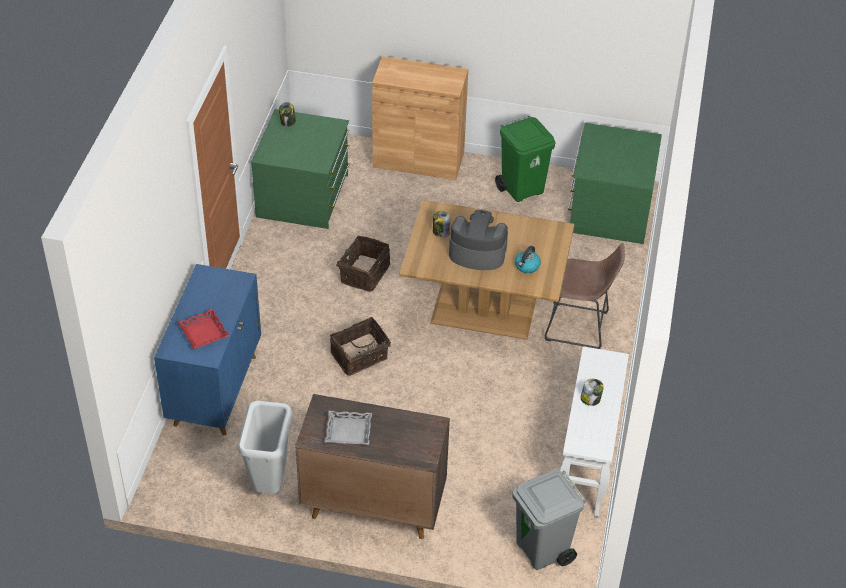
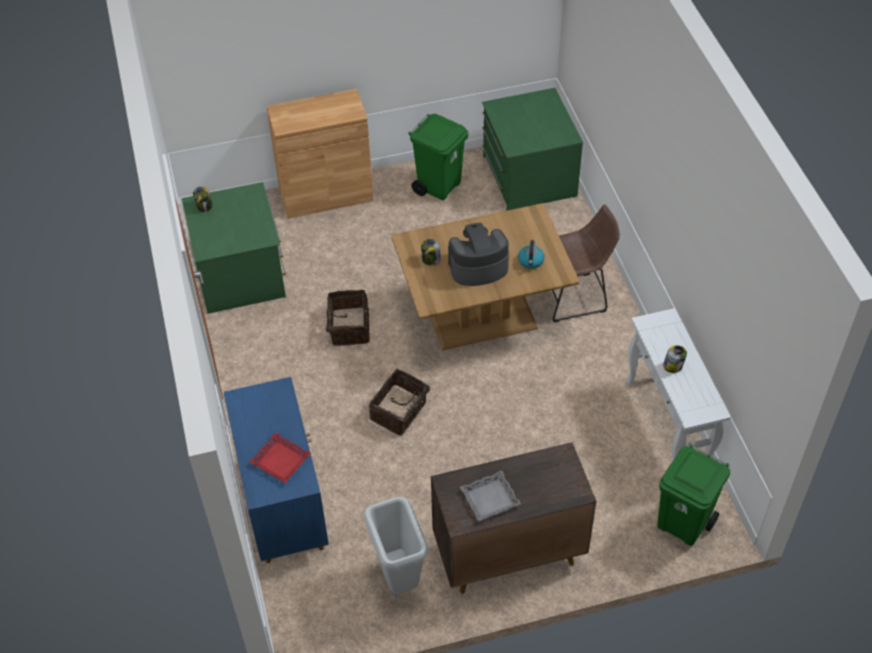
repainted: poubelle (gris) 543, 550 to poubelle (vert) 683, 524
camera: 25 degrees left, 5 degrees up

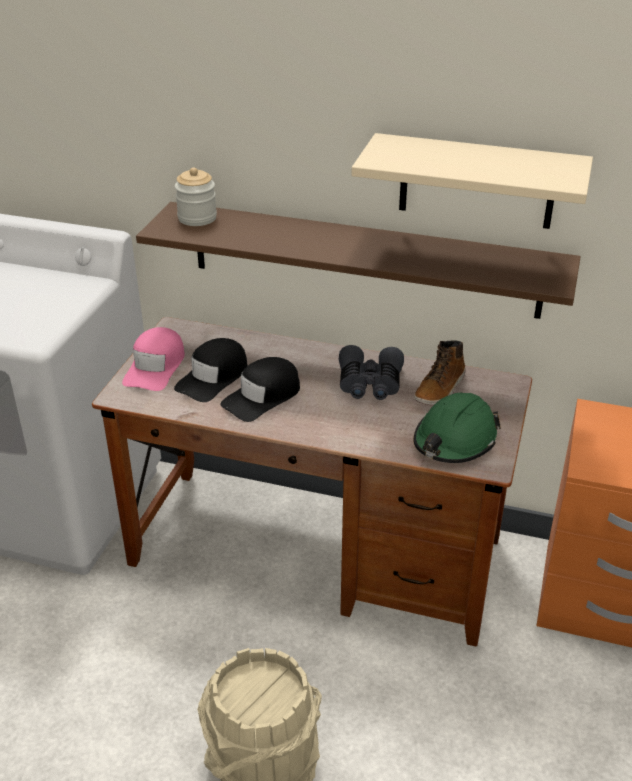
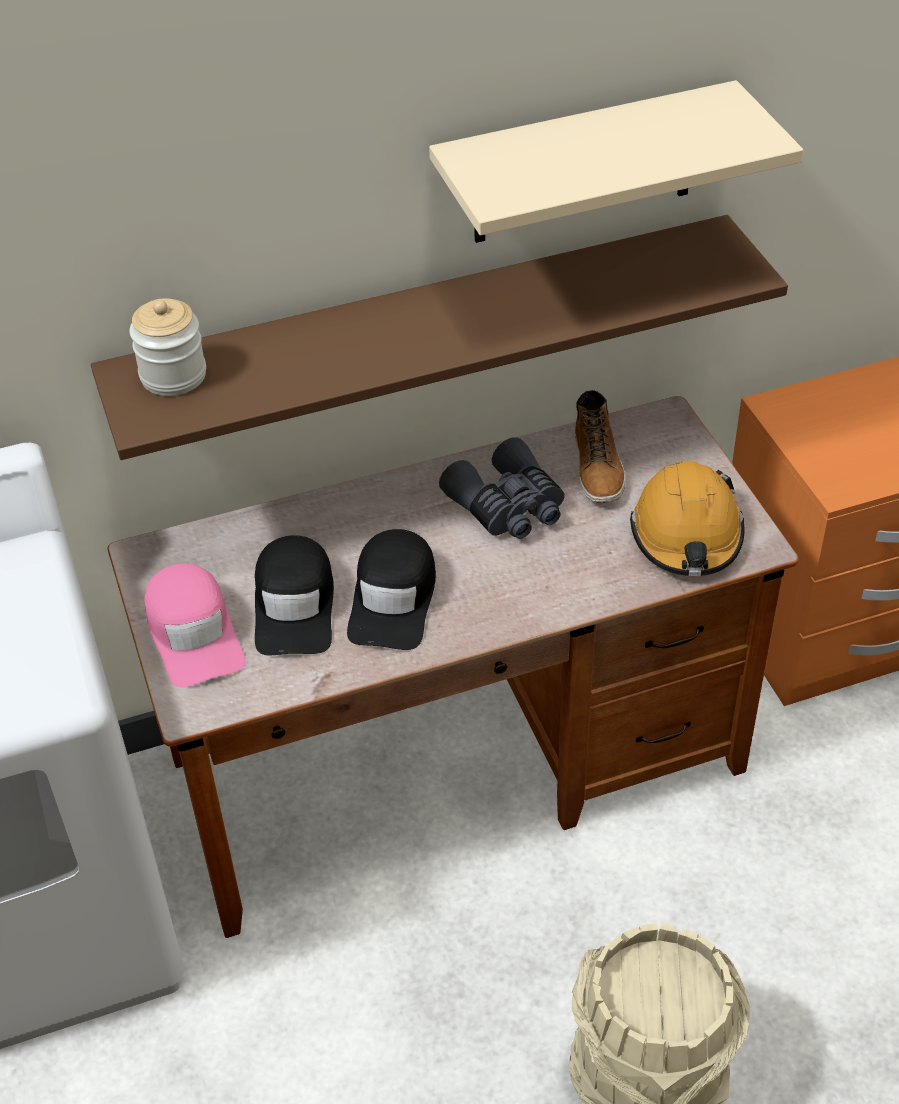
repainted: casque de chantier (vert) 454, 441 to casque de chantier (orange) 687, 534
camera: 35 degrees left, 10 degrees up

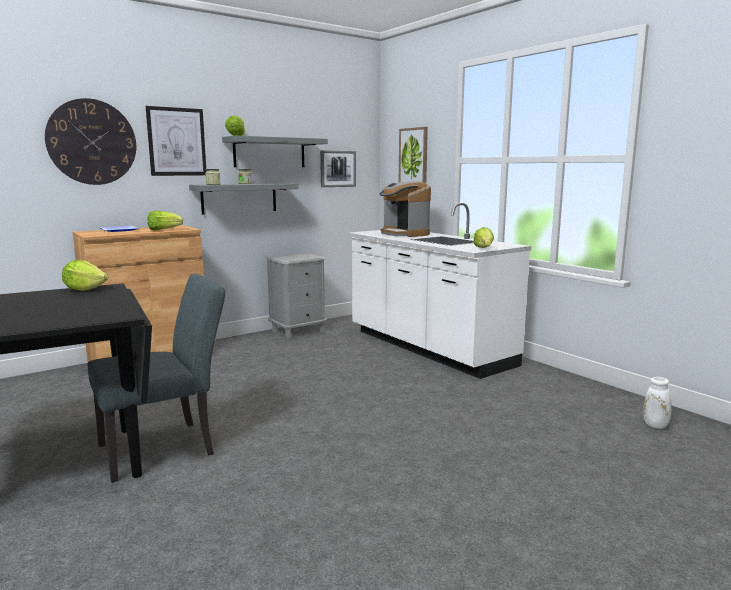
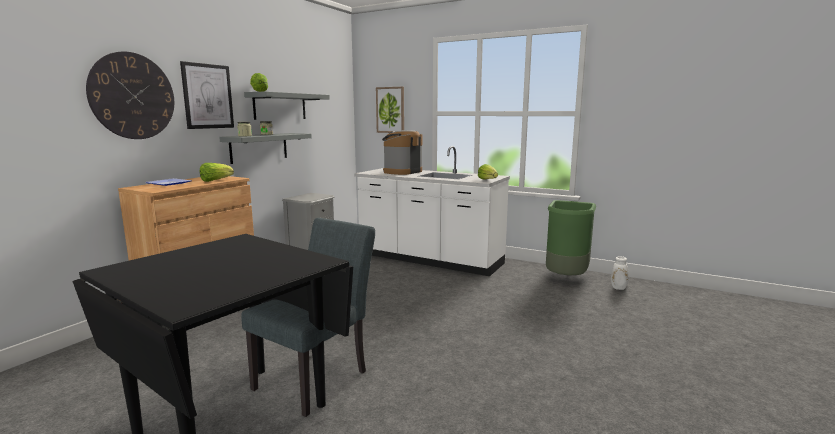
gone: laitue 84, 289; tableau 337, 169
new: poubelle (vert) 566, 278
rotated: machine à café 404, 234 = 402, 172 90 degrees clockwise
camera: 25 degrees left, 0 degrees up

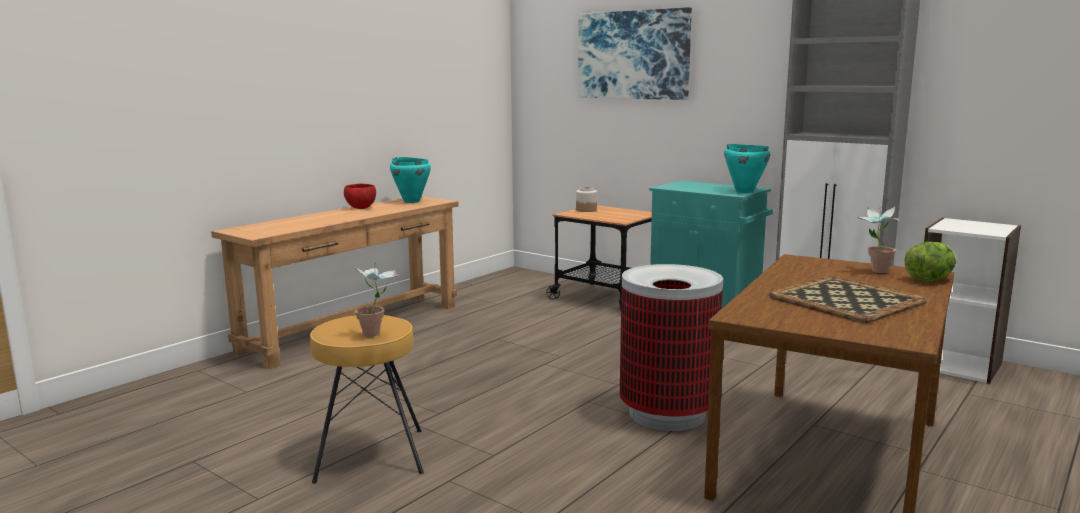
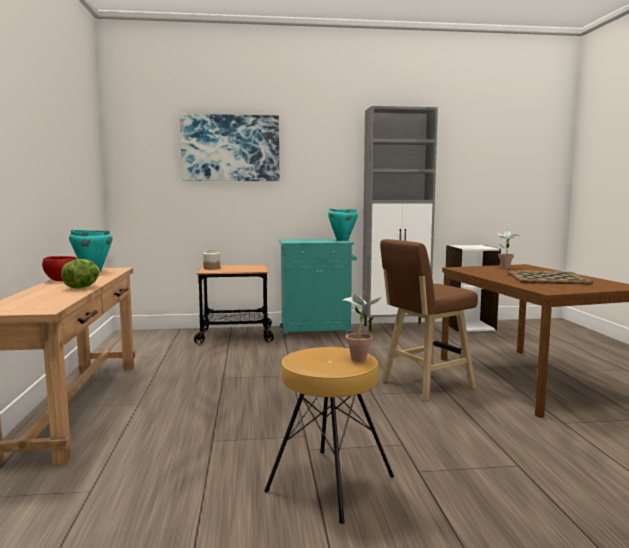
shifted: laitue 929, 280 to 82, 287
swapped: poubelle 666, 413 to tabouret (marron) 424, 385
camera: 45 degrees left, 5 degrees down

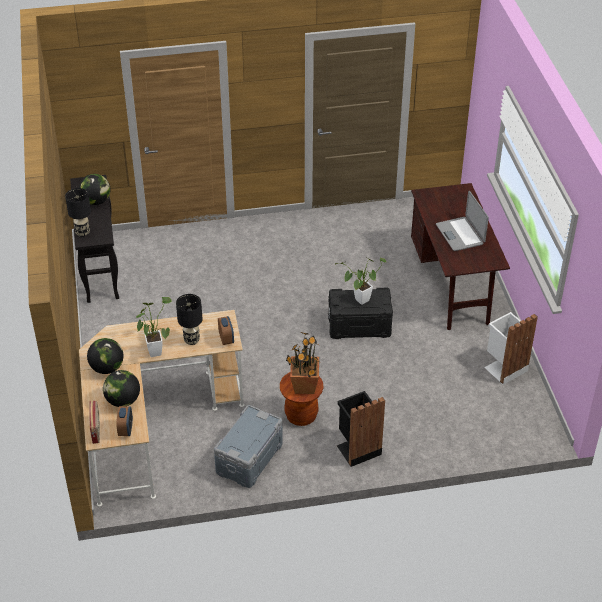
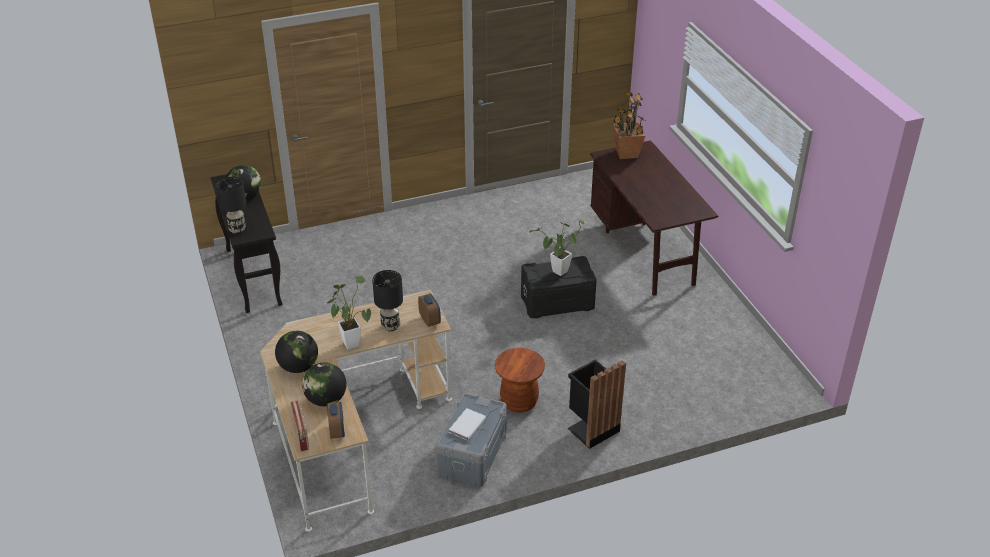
gone: ordinateur portable 460, 234; poubelle (blanc) 504, 368
new: livre (blanc) 466, 425
shifted: plante en pot 304, 386 to 626, 153
camera: 10 degrees left, 5 degrees down

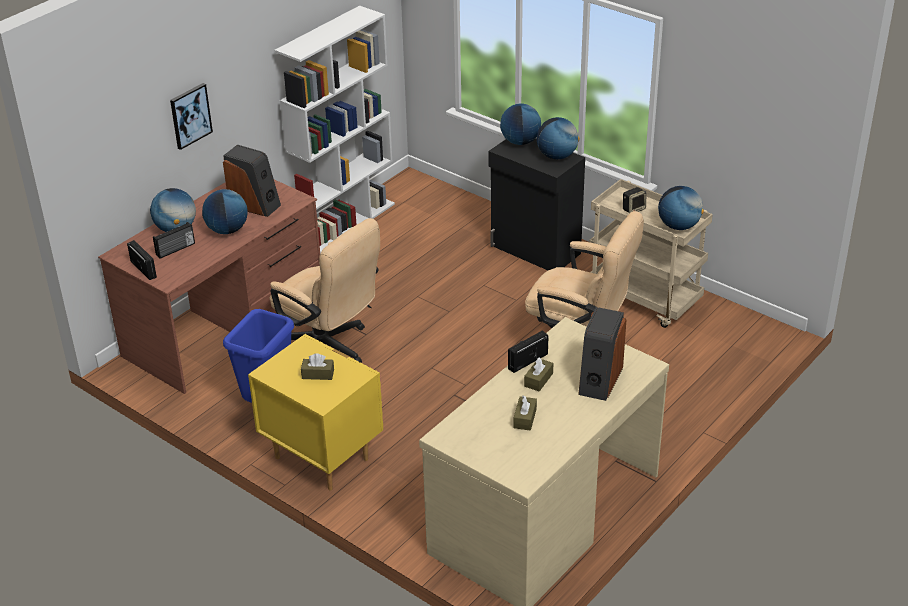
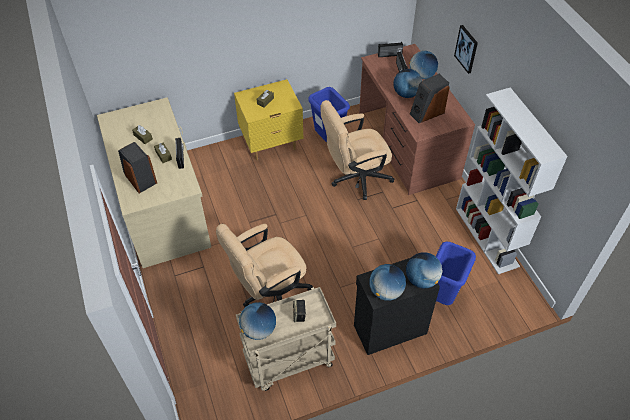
new: poubelle (bleu) 443, 297
camera: 120 degrees right, 15 degrees up

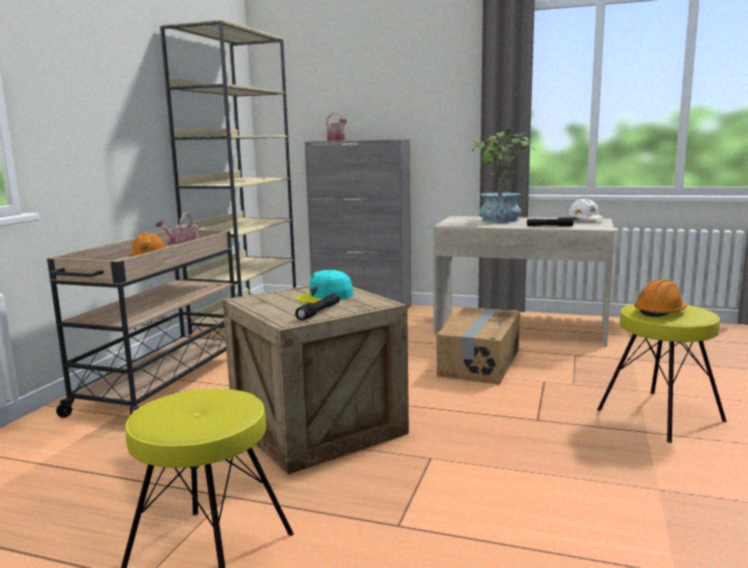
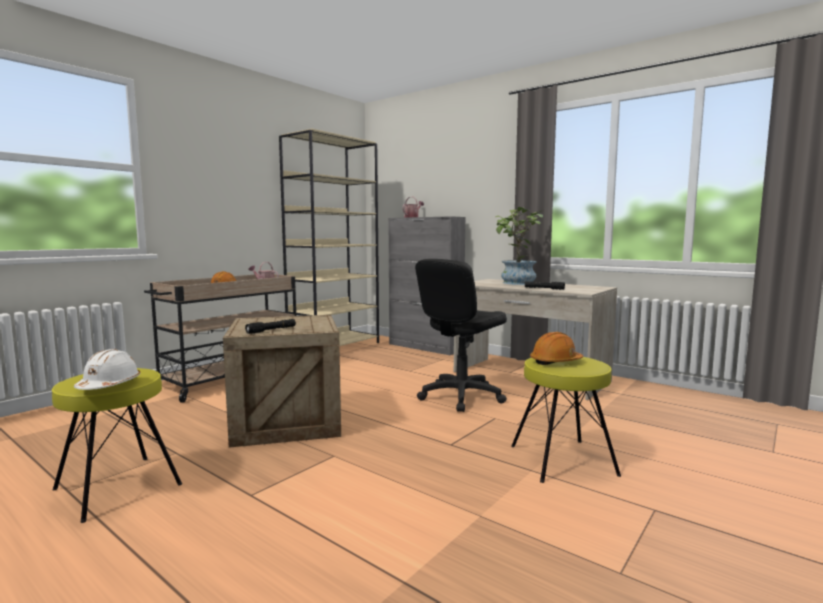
gone: casquette (turquoise) 325, 296
shifted: casque de chantier (blanc) 584, 221 to 109, 385
swapped: carton 478, 362 to chaise de bureau (noir) 461, 396
camera: 20 degrees right, 5 degrees down

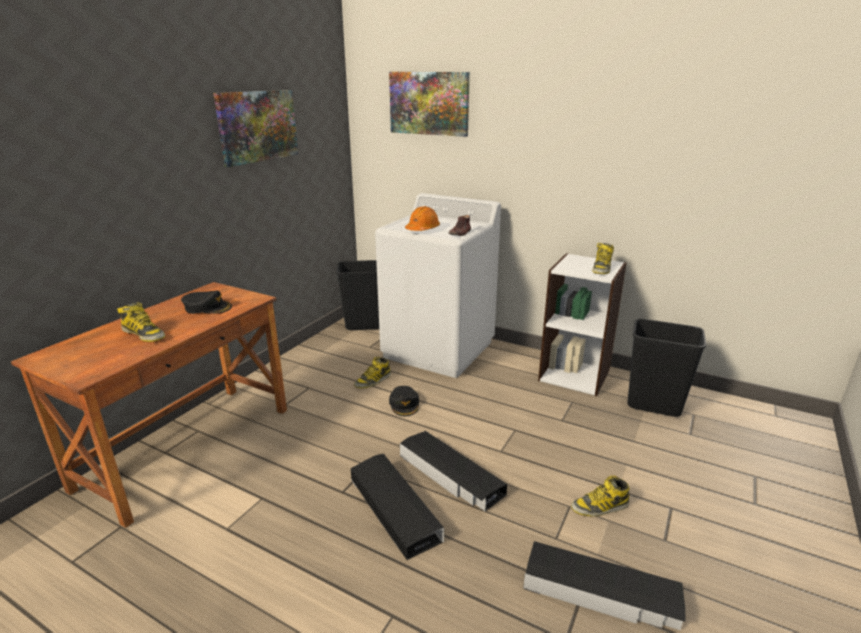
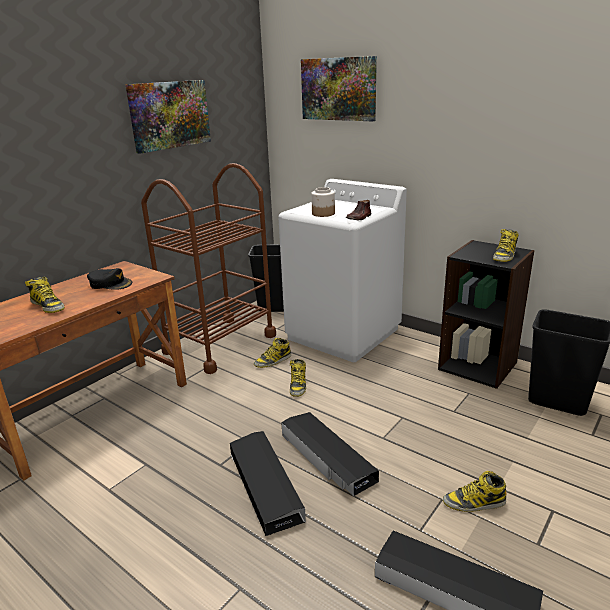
new: chariot (marron) 220, 344
swapped: casquette (noir) 404, 404 to botte 298, 385; casque de chantier (orange) 422, 229 to bocal 323, 214
repainted: bibliothèque (blanc) 574, 374 to bibliothèque (noir) 478, 365
camera: 10 degrees right, 0 degrees up

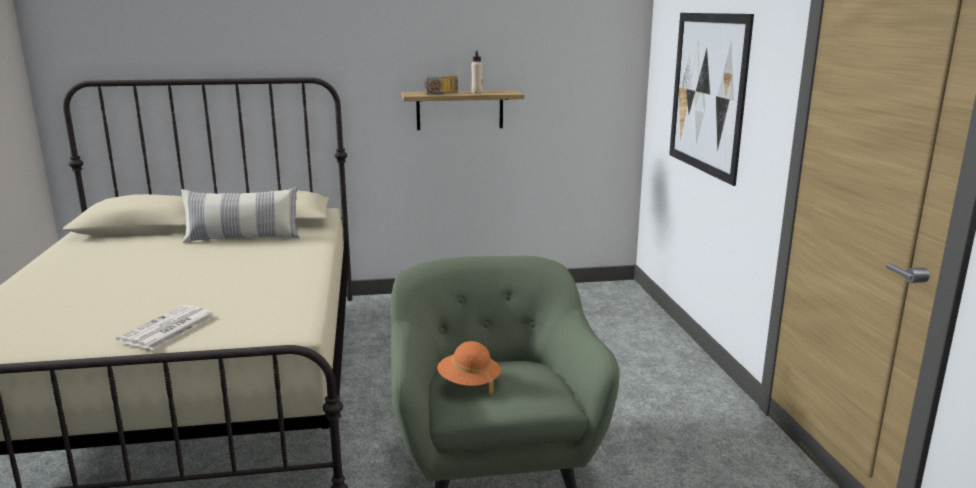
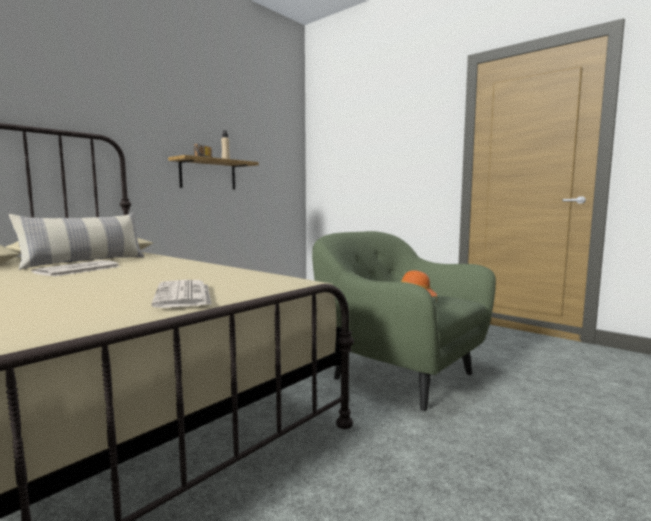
gone: tableau 707, 93
new: journal 77, 270
camera: 40 degrees left, 10 degrees down

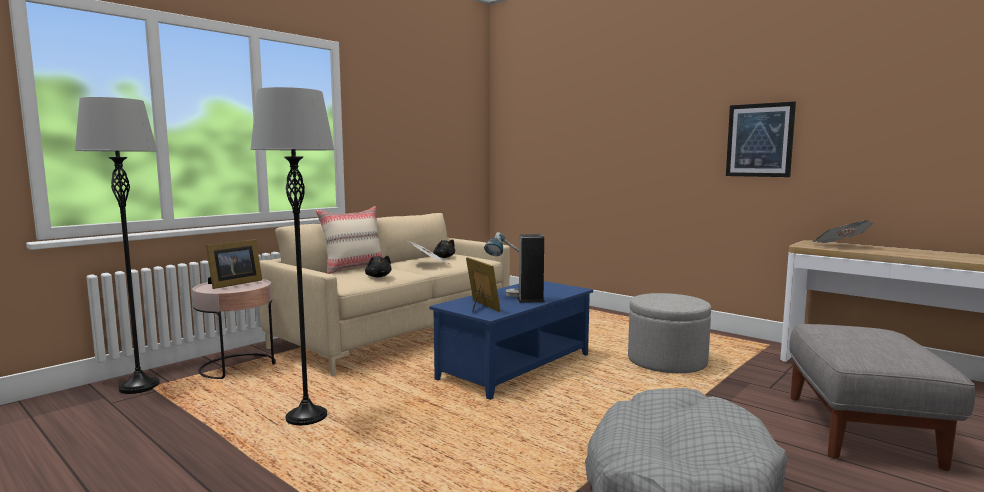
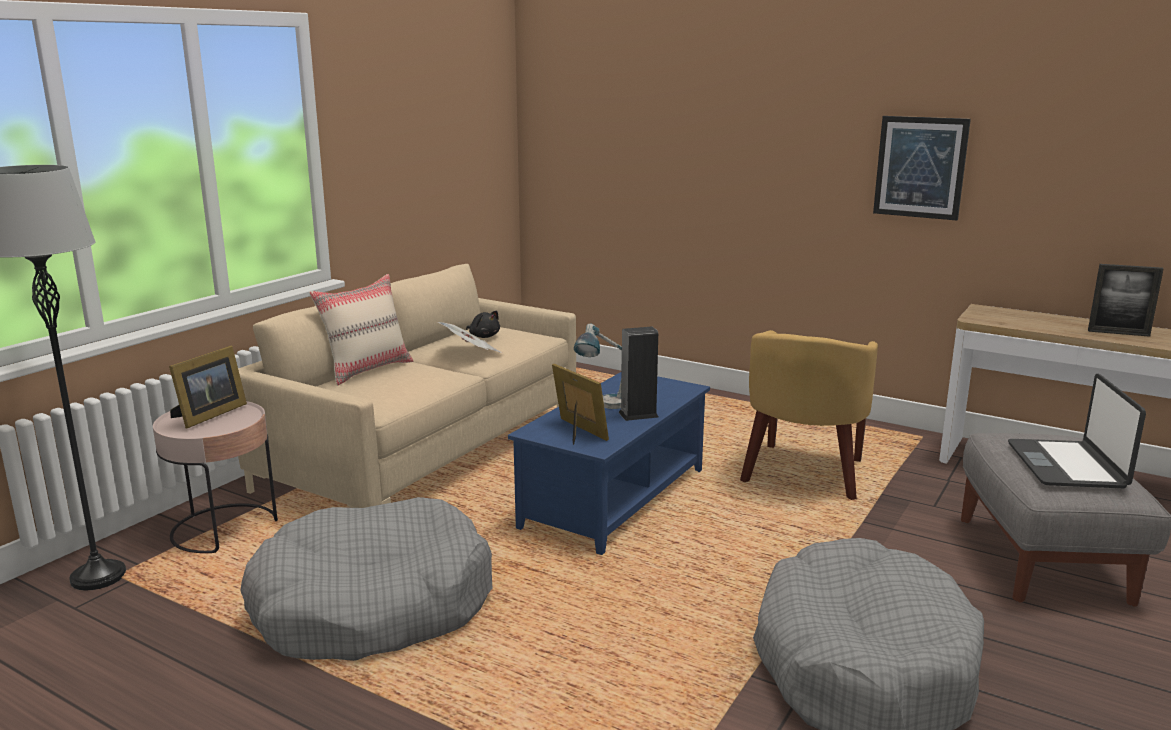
gone: peluche (noir) 378, 276; journal 840, 246
new: ordinateur portable 1067, 465; cadre photo 1118, 333
swapped: lampadaire (gris) 306, 417 to panier pour chien (gris) 372, 605; pouf (gris) 667, 361 to fauteuil (jaune) 803, 474
camera: 10 degrees left, 10 degrees up

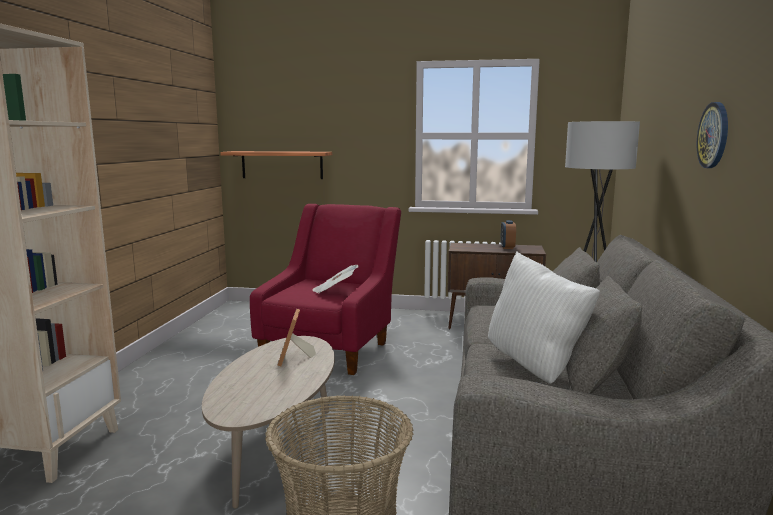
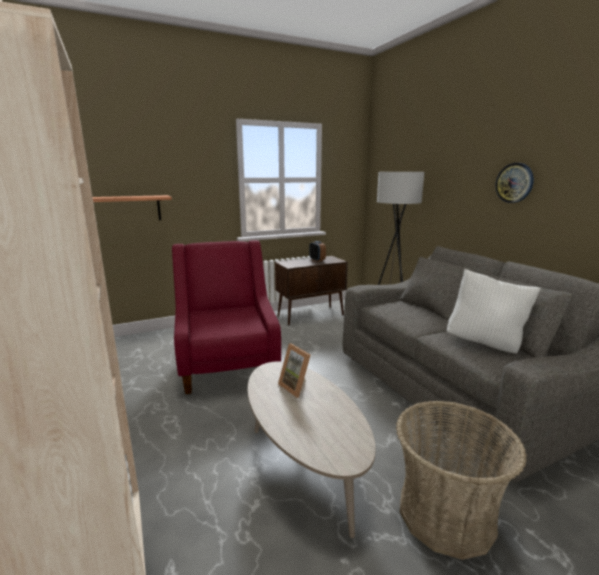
gone: journal 334, 291
camera: 35 degrees left, 5 degrees up

